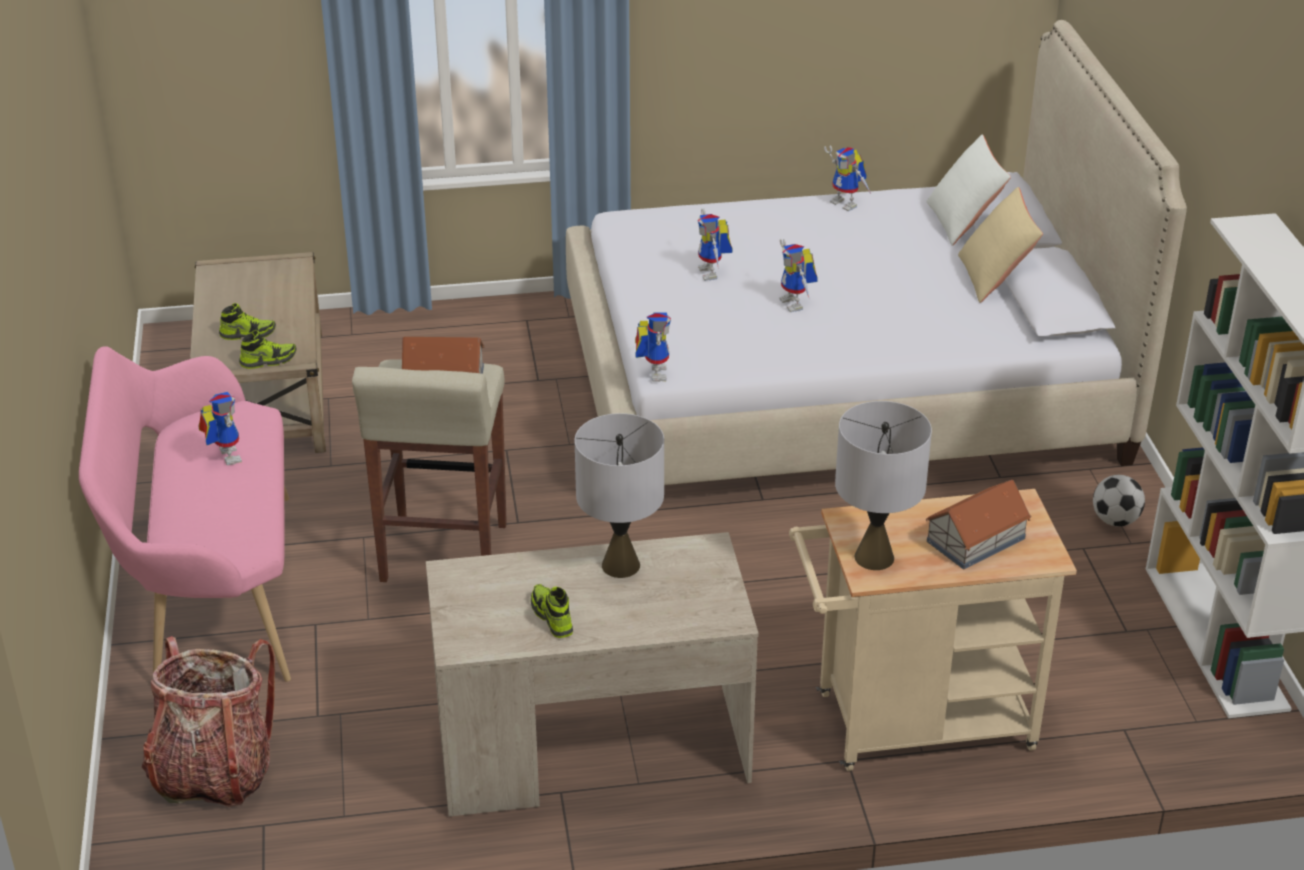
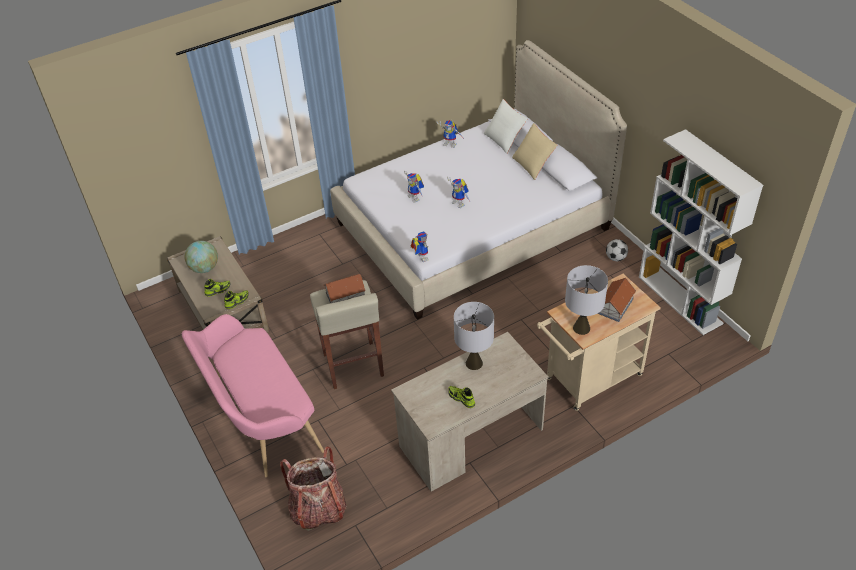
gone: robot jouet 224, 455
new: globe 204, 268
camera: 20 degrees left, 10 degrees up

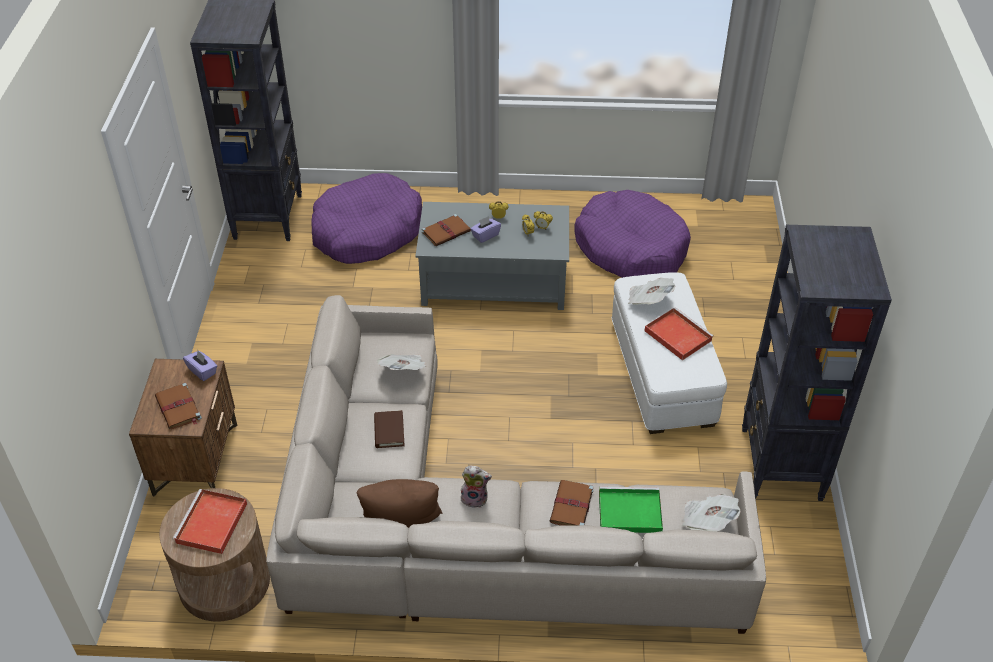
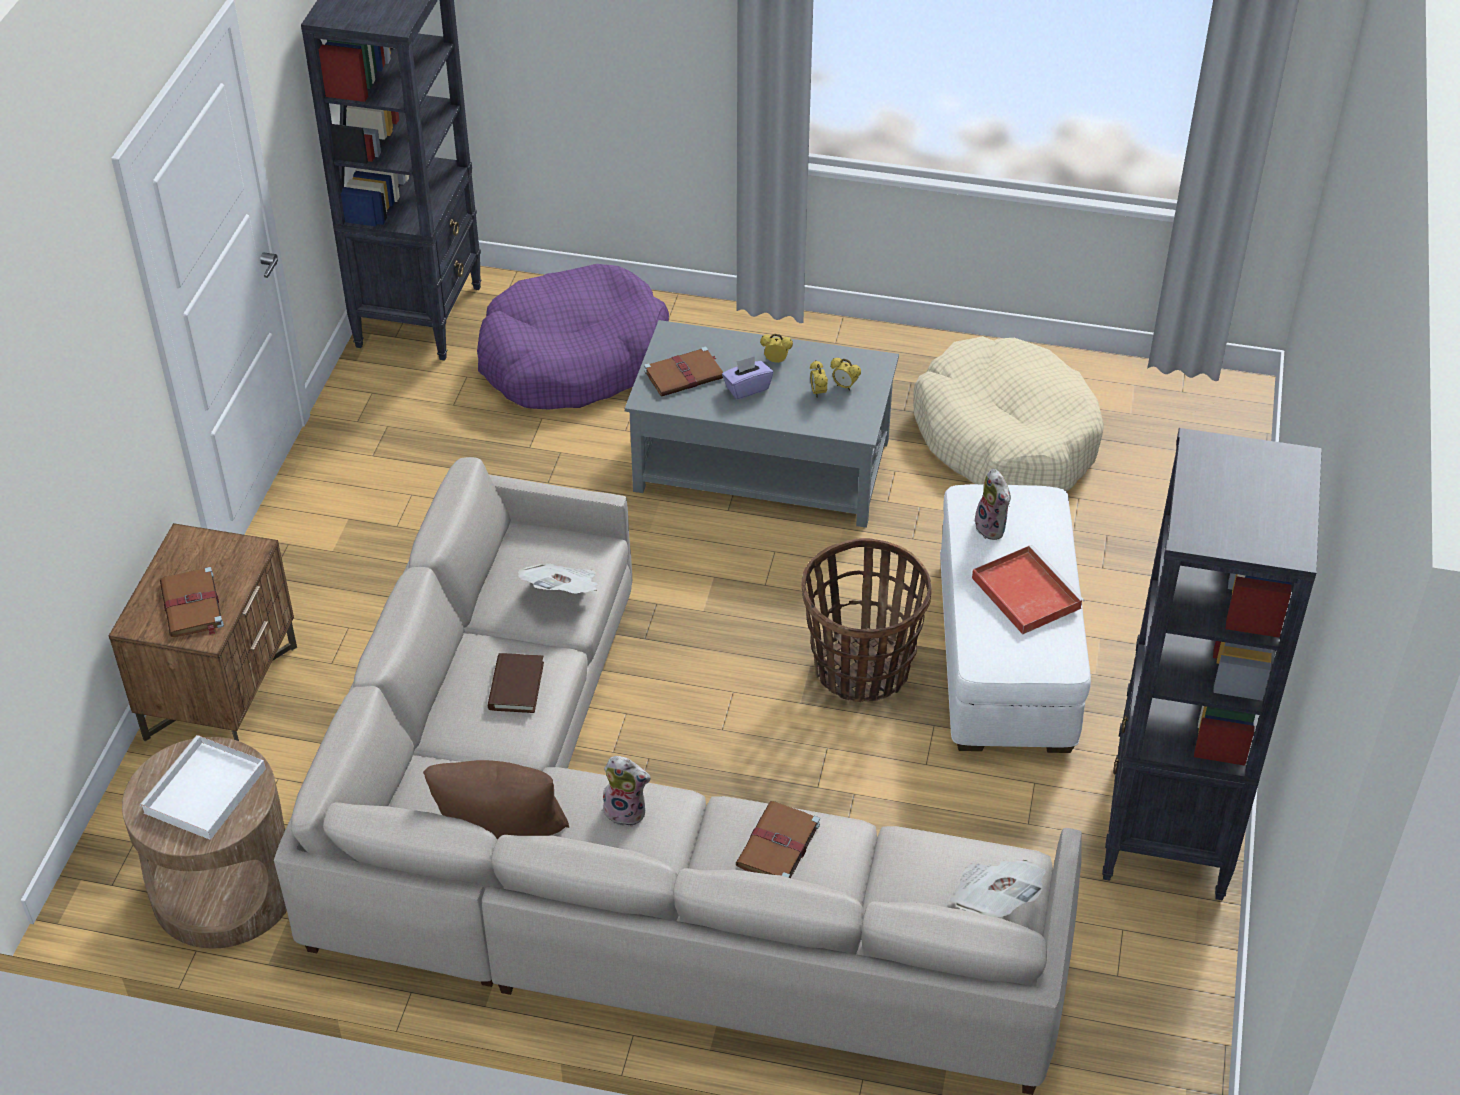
gone: boîte à mouchoirs (violet) 202, 371; plateau (vert) 628, 512
new: panier 861, 669
swapped: journal 648, 300 to peluche 993, 528
repainted: plateau (rouge) 211, 524 to plateau (blanc) 204, 792; panier pour chien (violet) 631, 248 to panier pour chien (beige) 1006, 438
camera: 10 degrees right, 0 degrees up

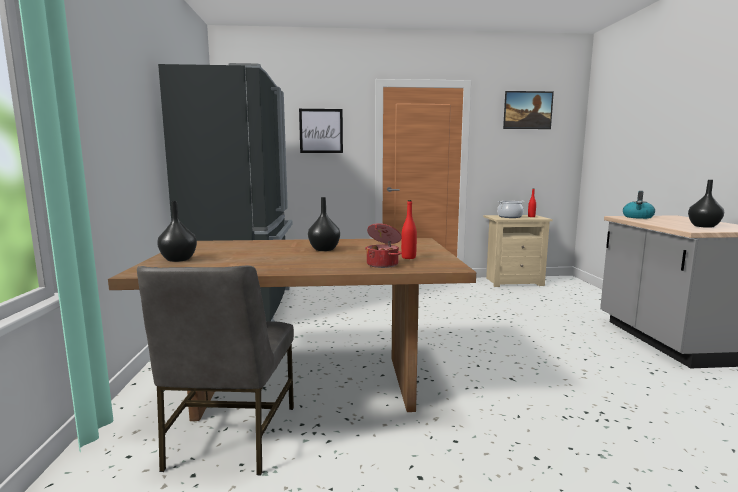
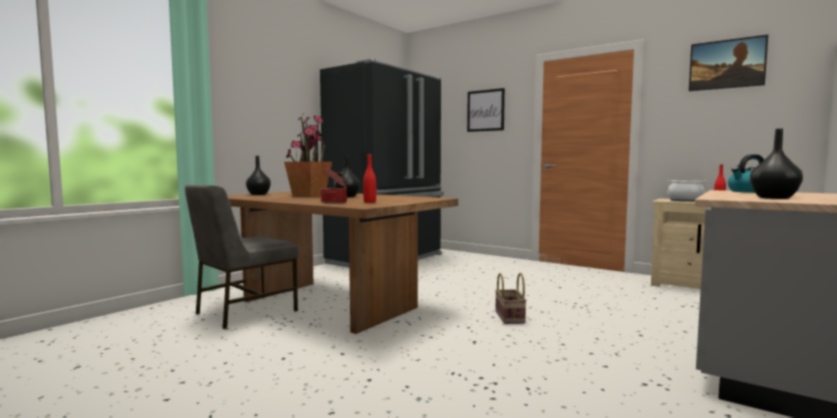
new: plante en pot 309, 196; panier 510, 317
camera: 40 degrees right, 5 degrees down

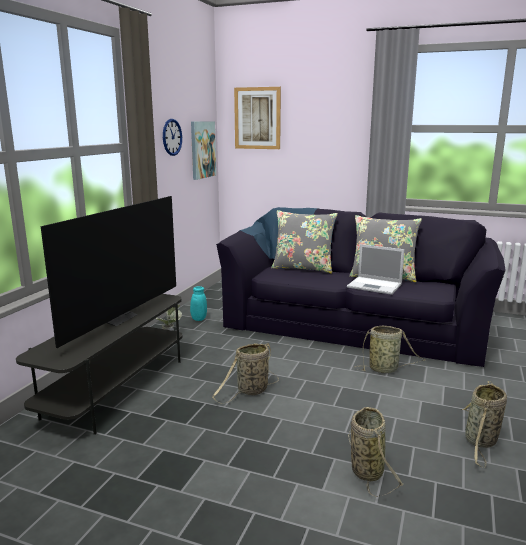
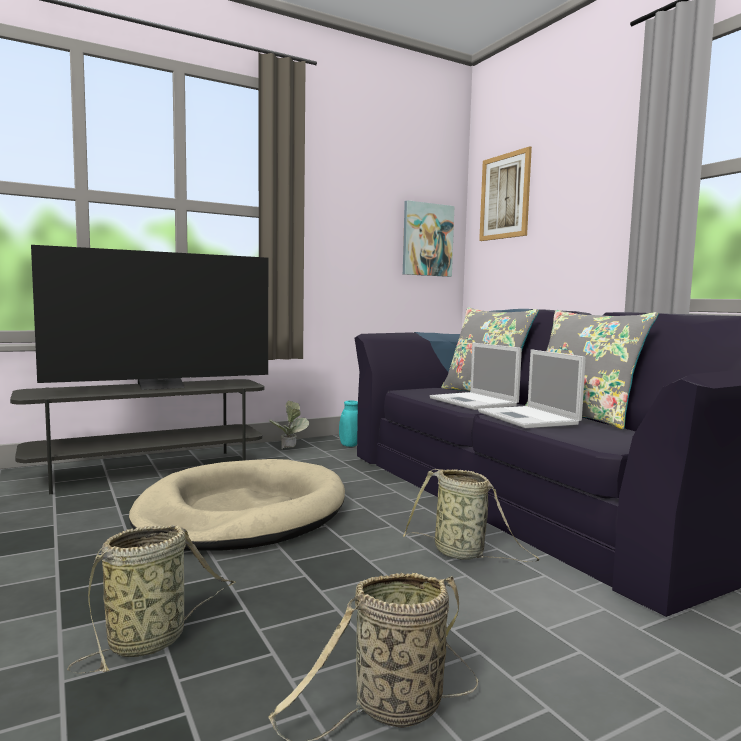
gone: horloge murale 172, 137
new: ordinateur portable 474, 402
swapped: panier 250, 391 to panier pour chien (beige) 242, 513
camera: 40 degrees right, 10 degrees down

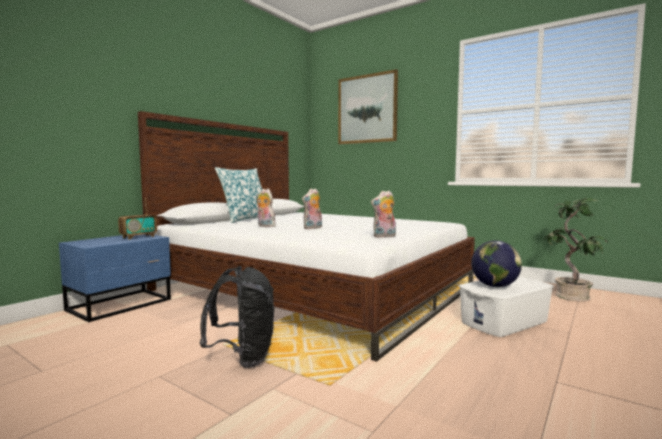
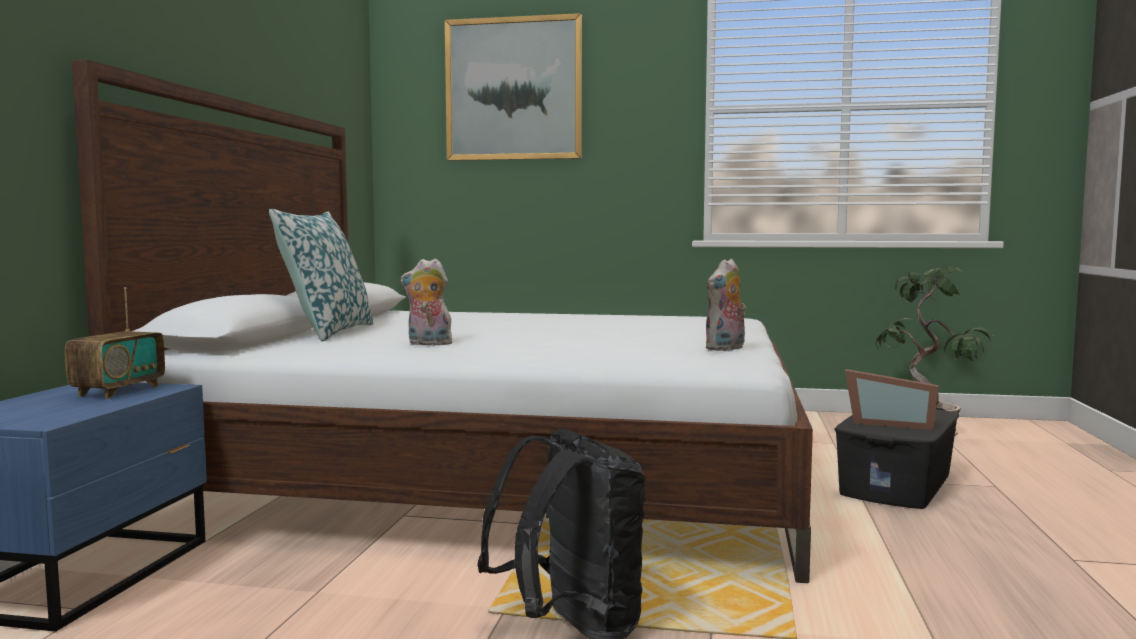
gone: peluche 313, 228
swapped: globe 495, 286 to cadre photo 889, 423
repainted: boîte de rangement (blanc) 505, 322 to boîte de rangement (noir) 897, 484
camera: 25 degrees left, 0 degrees up

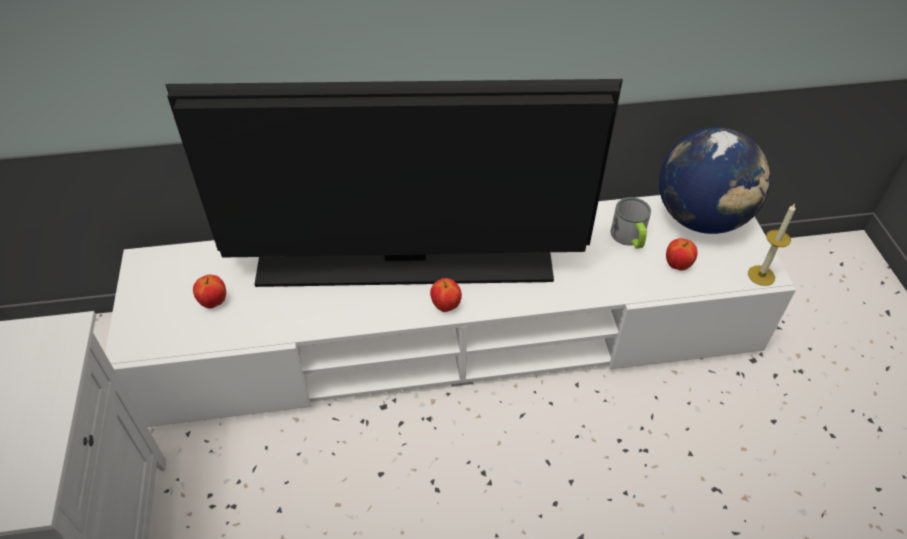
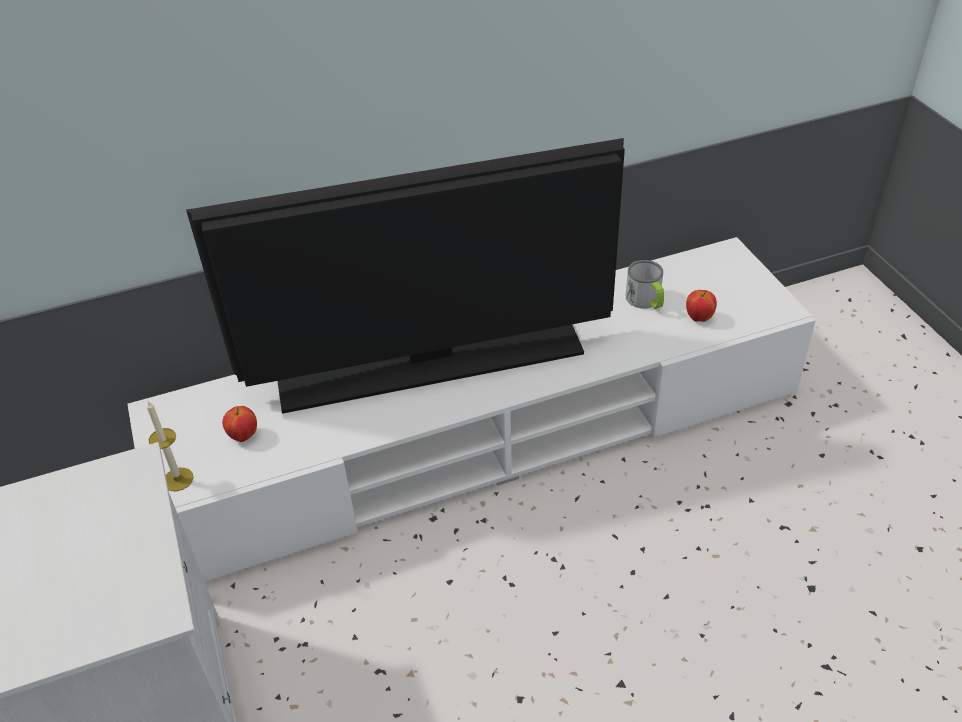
gone: pomme 446, 306; globe 701, 218
shifted: bougie 761, 275 to 178, 479
camera: 10 degrees left, 5 degrees down

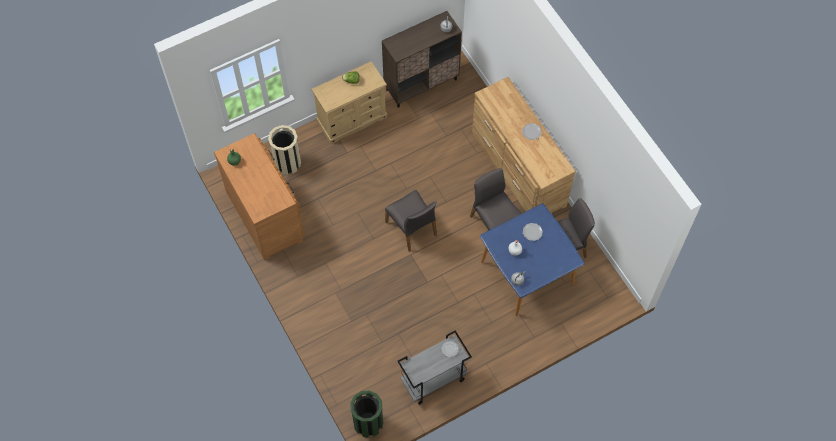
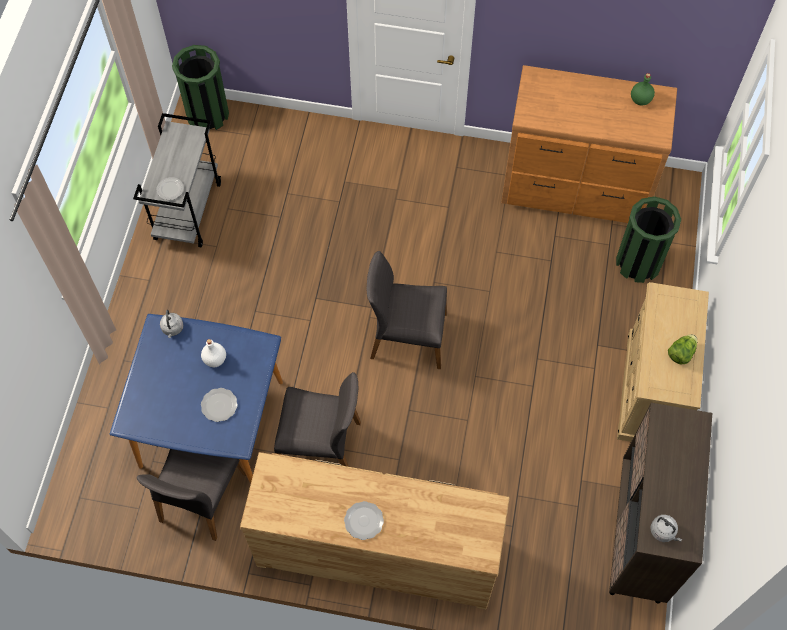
repainted: poubelle (beige) 287, 163 to poubelle (vert) 638, 262
camera: 130 degrees right, 0 degrees up

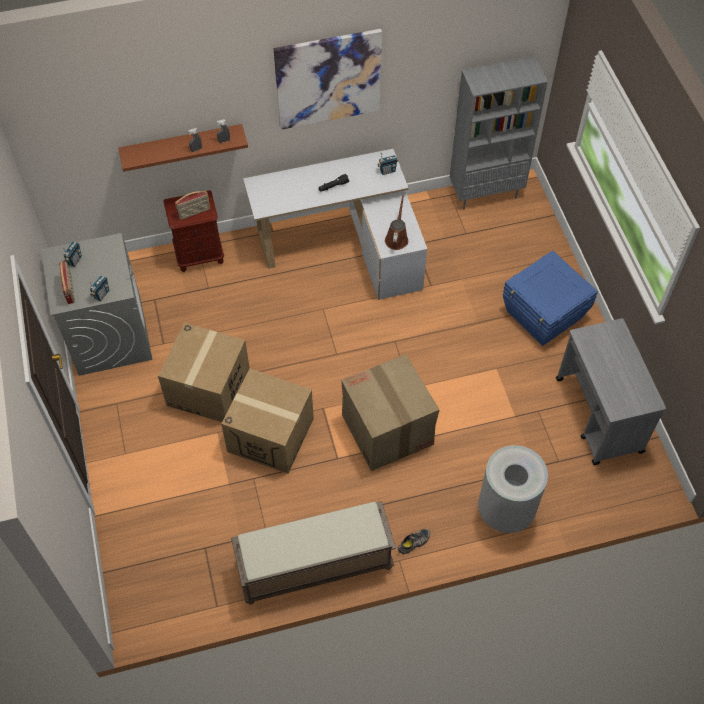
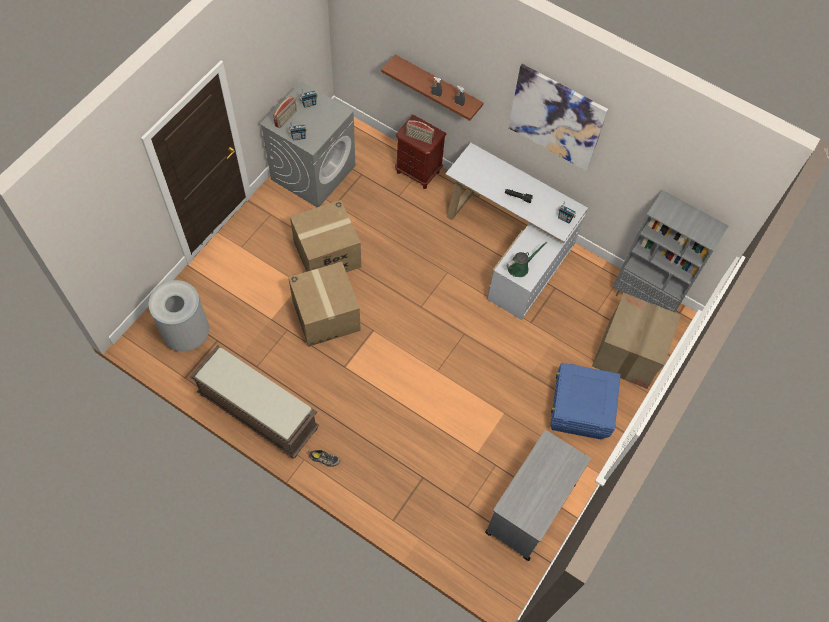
shifted: poubelle (gris) 505, 510 to 187, 334; carton 387, 430 to 628, 354
repainted: arrosoir (marron) 396, 238 to arrosoir (vert) 520, 267
camera: 45 degrees right, 5 degrees up

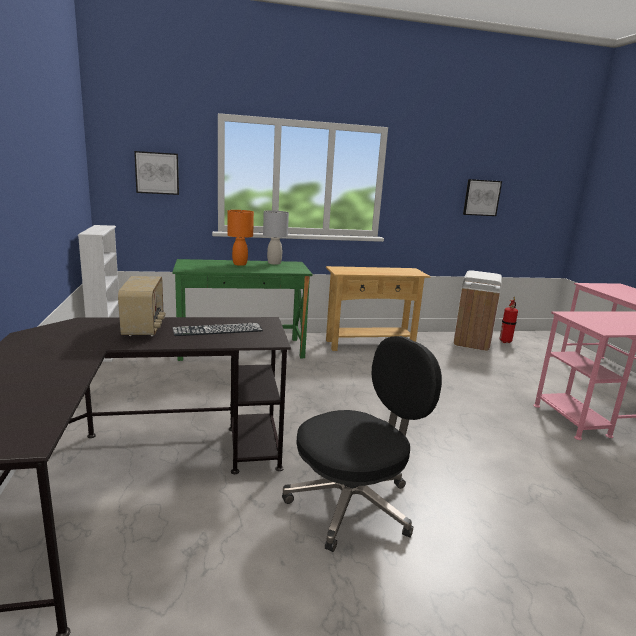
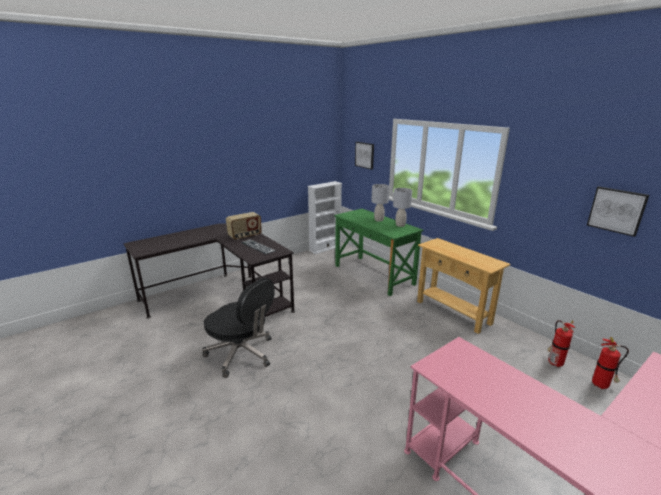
swapped: poubelle (blanc) 472, 342 to extincteur 554, 363
repainted: lampe de table (orange) 239, 264 to lampe de table (gris) 379, 220
camera: 65 degrees right, 5 degrees up

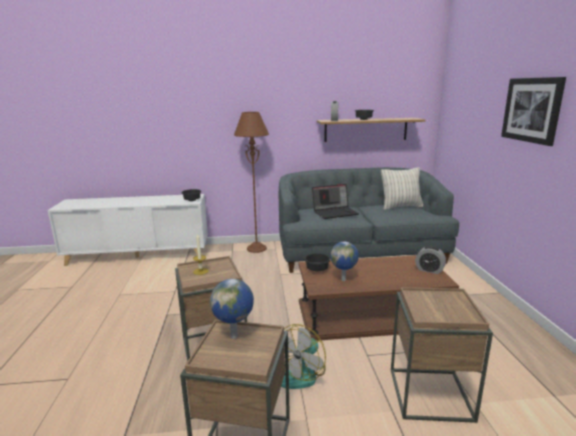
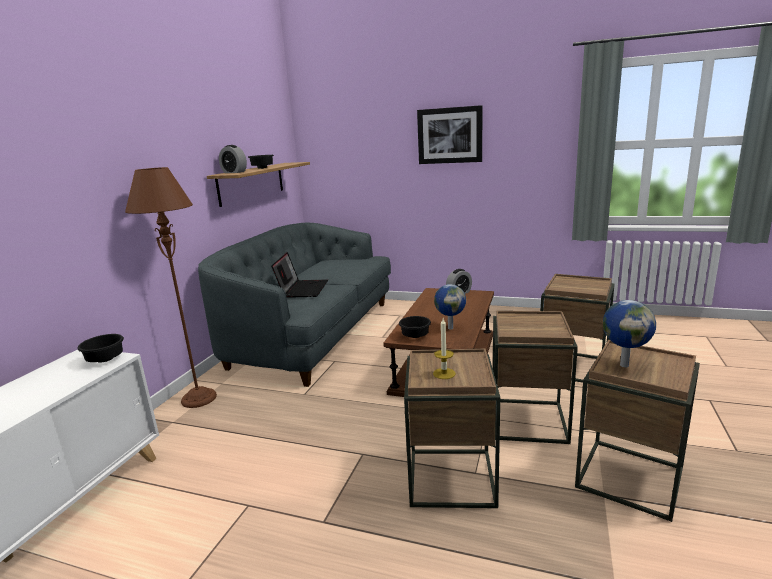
gone: coussin 401, 207
swapped: ventilateur 302, 374 to table d'appoint (marron) 528, 420
camera: 65 degrees left, 0 degrees up

